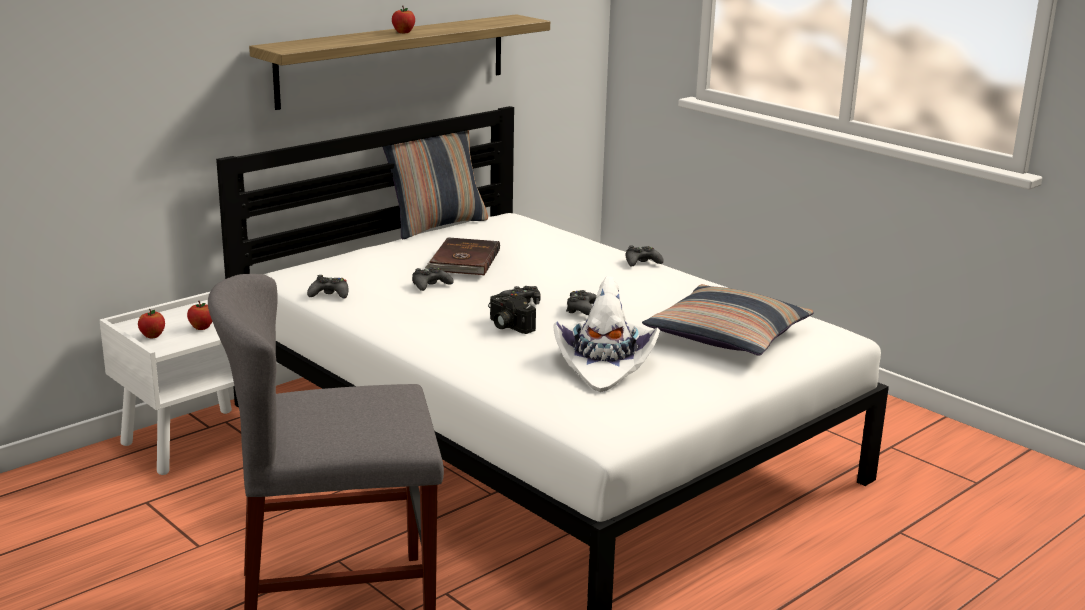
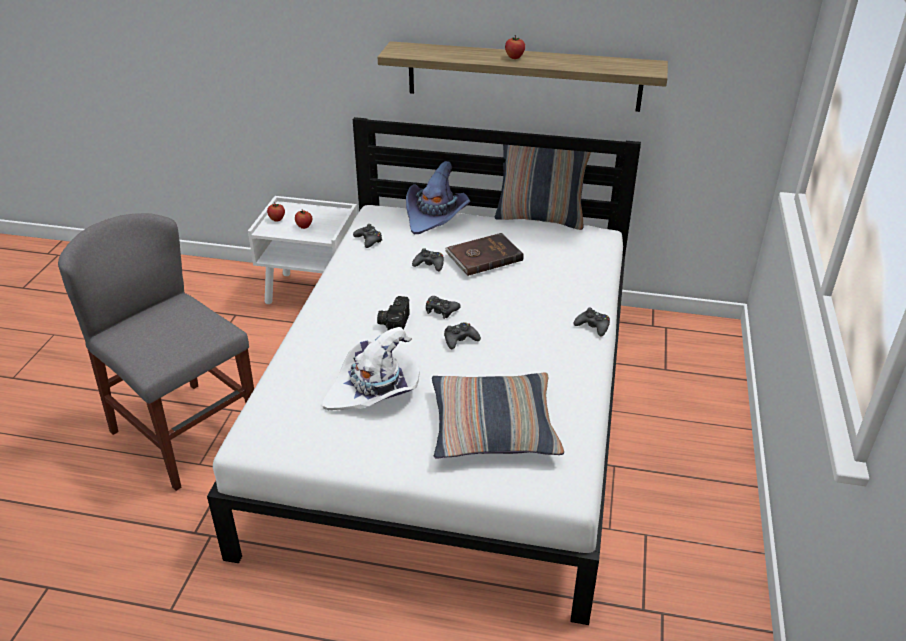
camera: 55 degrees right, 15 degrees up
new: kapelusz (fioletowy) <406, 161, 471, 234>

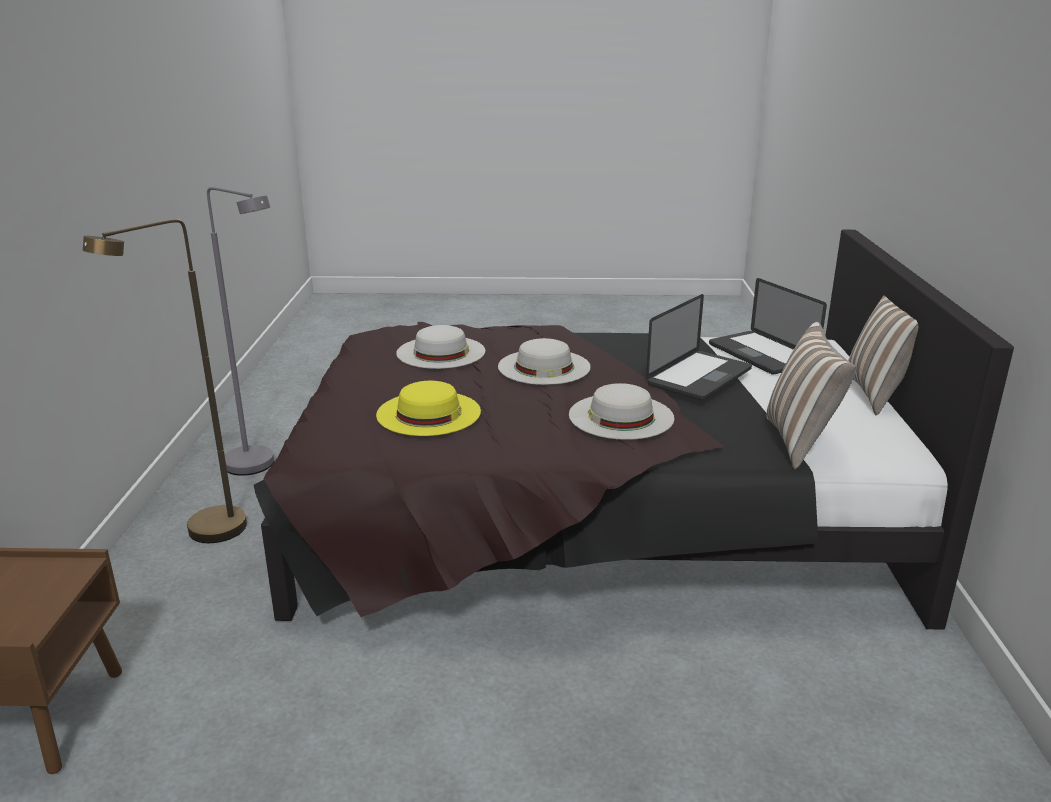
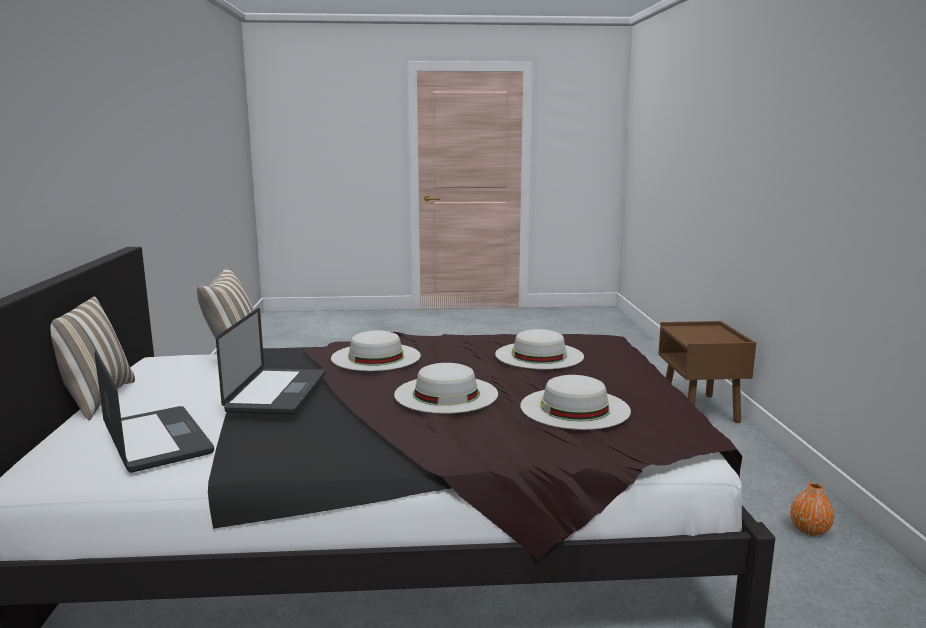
camera: 175 degrees right, 10 degrees down
gone: lampa stojąca (brązowy) <83, 219, 247, 543>; lampa stojąca (szary) <207, 187, 274, 476>
new: wazon (pomarańczowy) <790, 483, 834, 536>
repainted: kapelusz (żółty) <376, 381, 481, 436> to kapelusz (biały) <495, 329, 584, 369>
rotated: laptop <646, 294, 752, 401> = <216, 308, 325, 414> 150 degrees clockwise

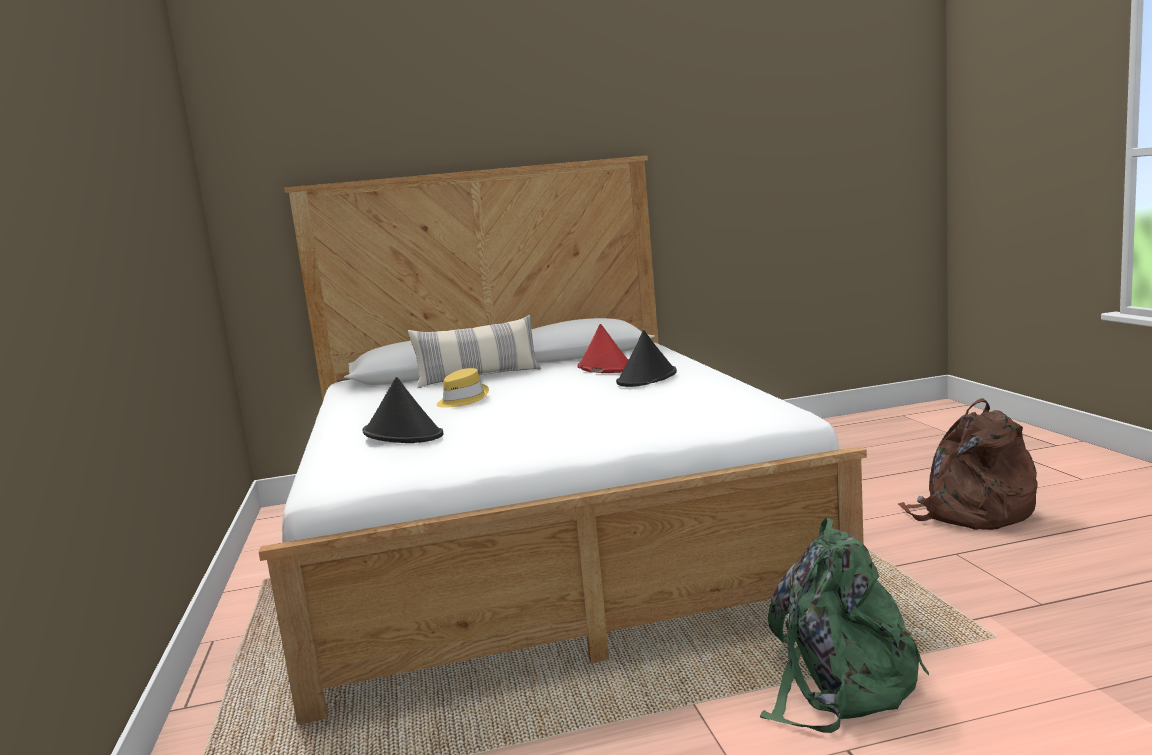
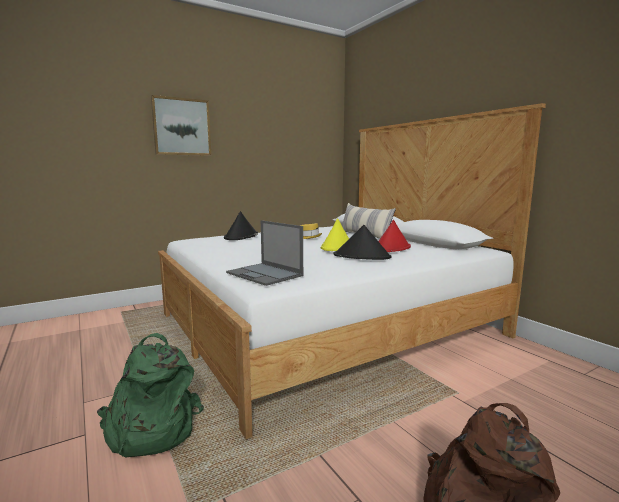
camera: 70 degrees right, 0 degrees up
new: obraz <151, 95, 211, 156>; laptop <226, 220, 303, 286>; kapelusz (żółty) <321, 218, 349, 251>

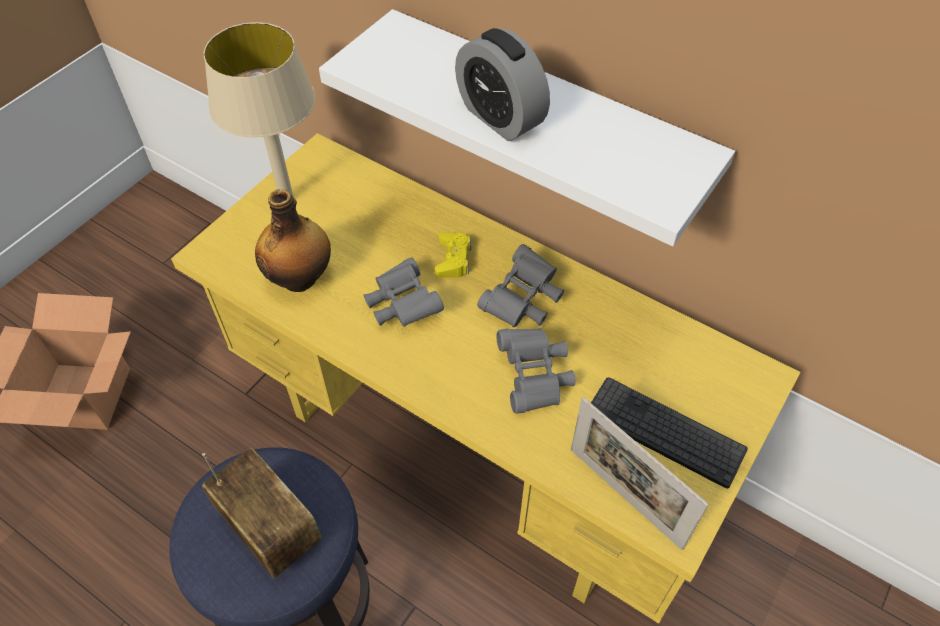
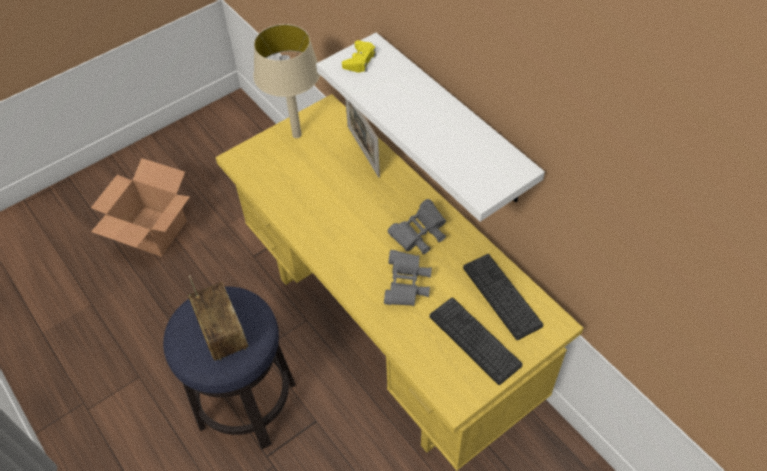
camera: 20 degrees right, 0 degrees up
gone: butelka <255, 189, 331, 292>; lornetka (szary) <363, 257, 444, 327>; budzik <455, 28, 550, 141>
new: klawiatura <463, 254, 543, 340>
shifted: pad do gier (żółty) <435, 232, 471, 278> to <342, 40, 376, 72>; ramka na zdjęcie <571, 397, 709, 550> to <345, 98, 380, 178>

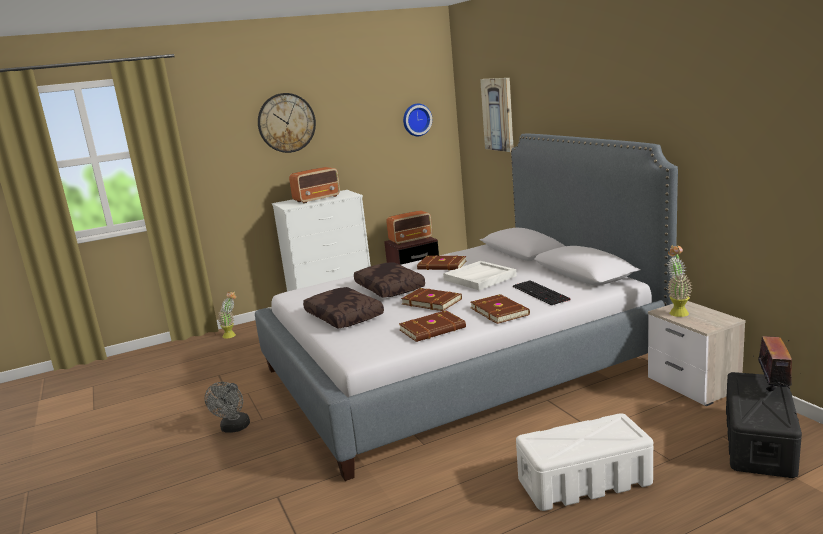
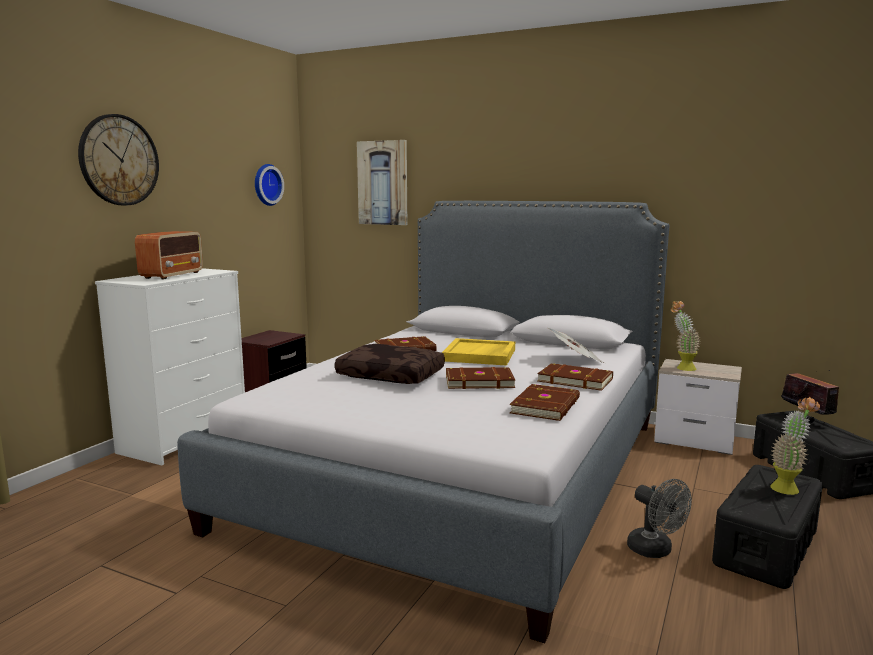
camera: 40 degrees left, 5 degrees down
gone: poduszka (brązowy) <303, 287, 384, 329>; radio <387, 211, 432, 245>
shifted: wentylator (szary) <205, 382, 250, 433> to <627, 479, 692, 558>; roślina doniczkowa <217, 292, 237, 339> to <770, 397, 820, 495>
swapped: klawiatura <513, 280, 571, 305> to gazeta <546, 327, 604, 363>
repainted: taca (biały) <443, 261, 517, 290> to taca (żółty) <442, 338, 515, 366>; pojemnik do przechowywania (biały) <516, 413, 653, 511> to pojemnik do przechowywania (czarny) <712, 465, 823, 589>

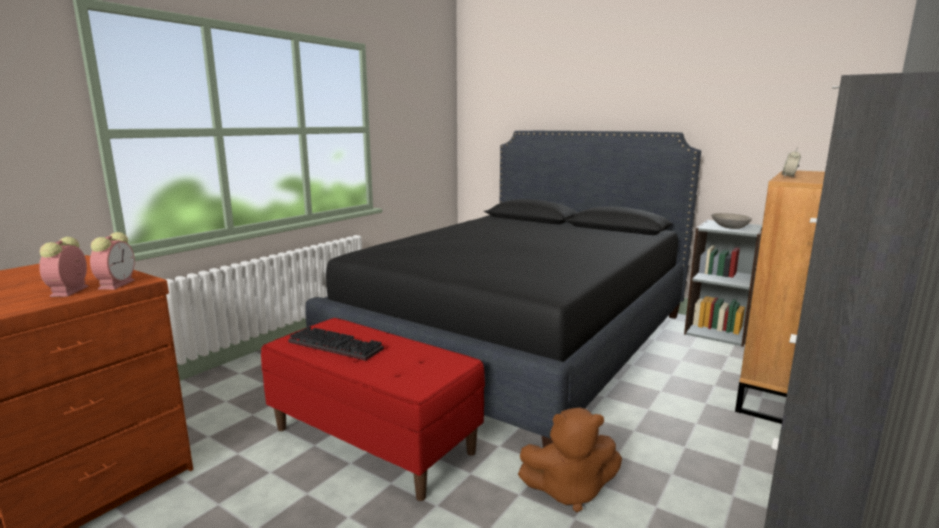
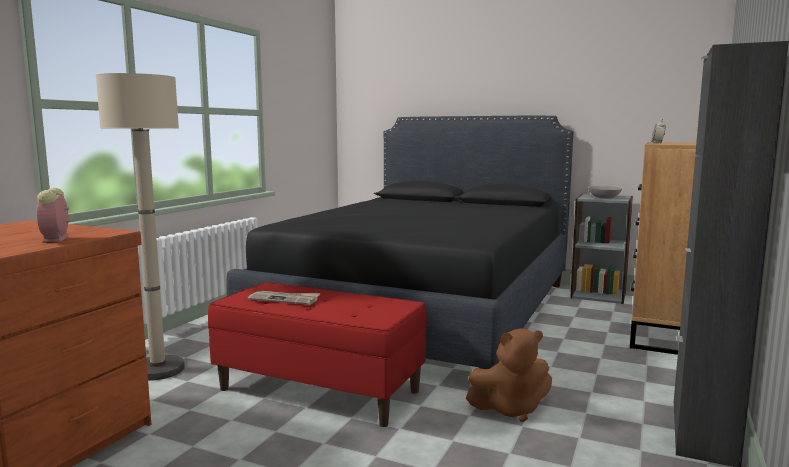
camera: 10 degrees left, 5 degrees down
gone: budzik <90, 232, 135, 290>
new: lampa stojąca (beżowy) <96, 73, 185, 381>
swapped: klawiatura <288, 326, 384, 361> to gazeta <248, 291, 320, 305>

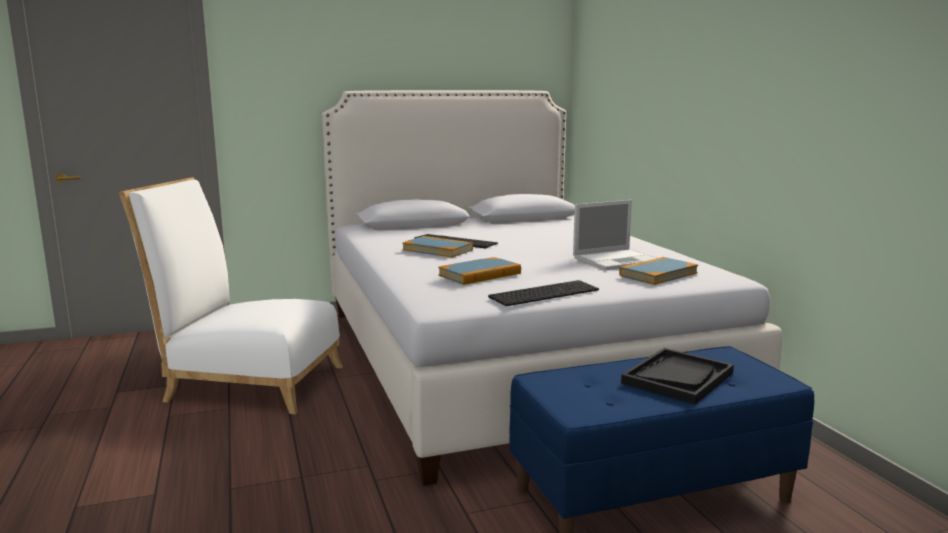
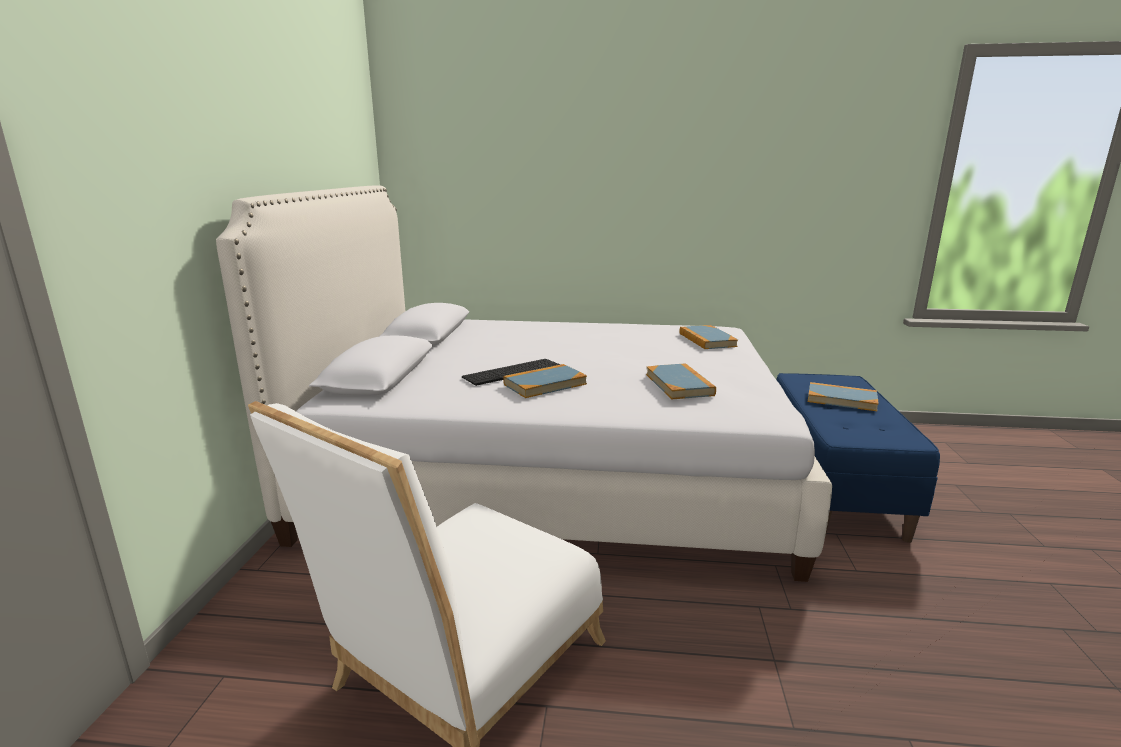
camera: 65 degrees left, 5 degrees up
gone: klawiatura <488, 280, 599, 306>; laptop <573, 200, 656, 270>
swapped: taca (czarny) <621, 348, 734, 405> to książka <808, 382, 879, 411>

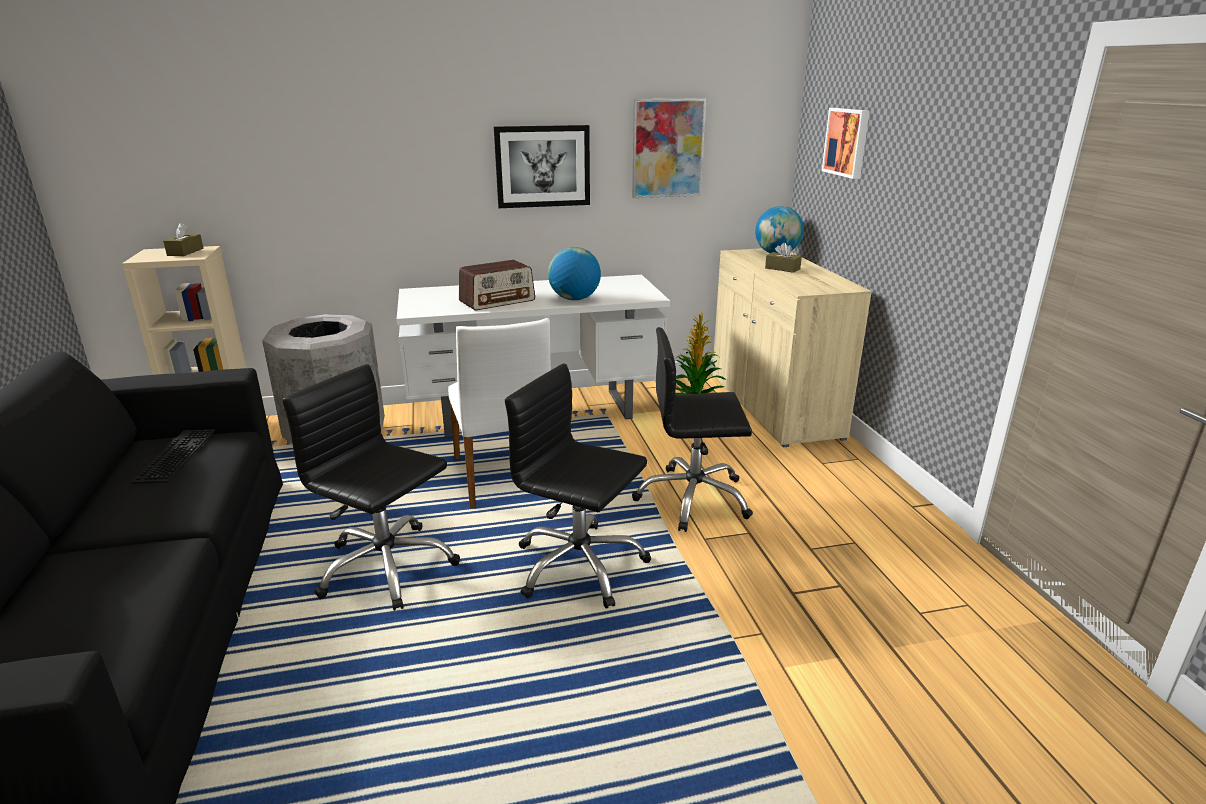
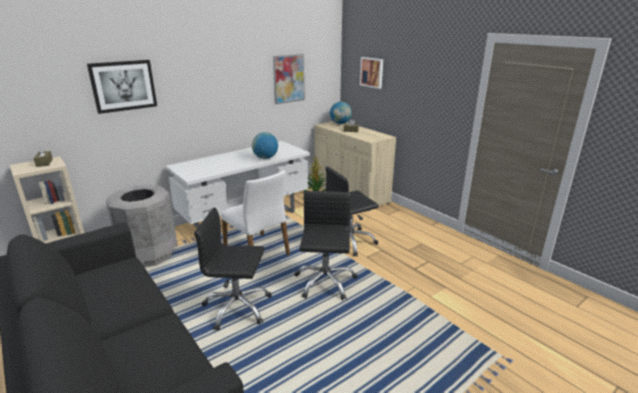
camera: 25 degrees left, 0 degrees up
gone: klawiatura <131, 429, 215, 484>; radio <459, 260, 535, 310>
shifted: obraz <494, 125, 590, 208> to <87, 60, 157, 114>
rotated: krzesło biurowe (czarny) <505, 363, 651, 609> = <294, 191, 358, 300> 90 degrees clockwise

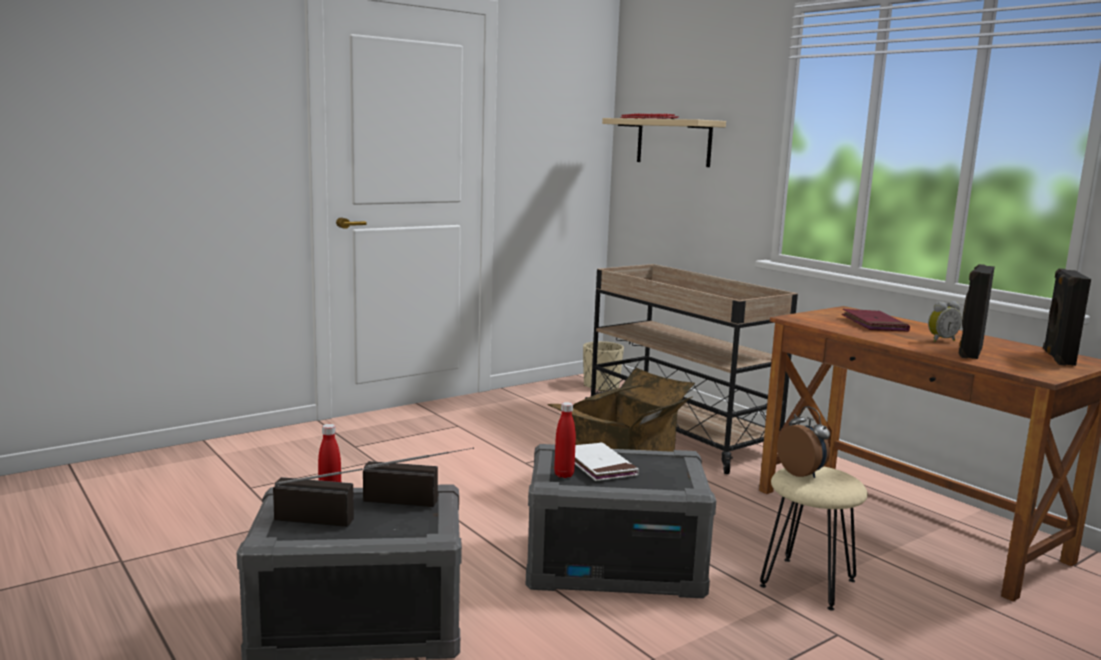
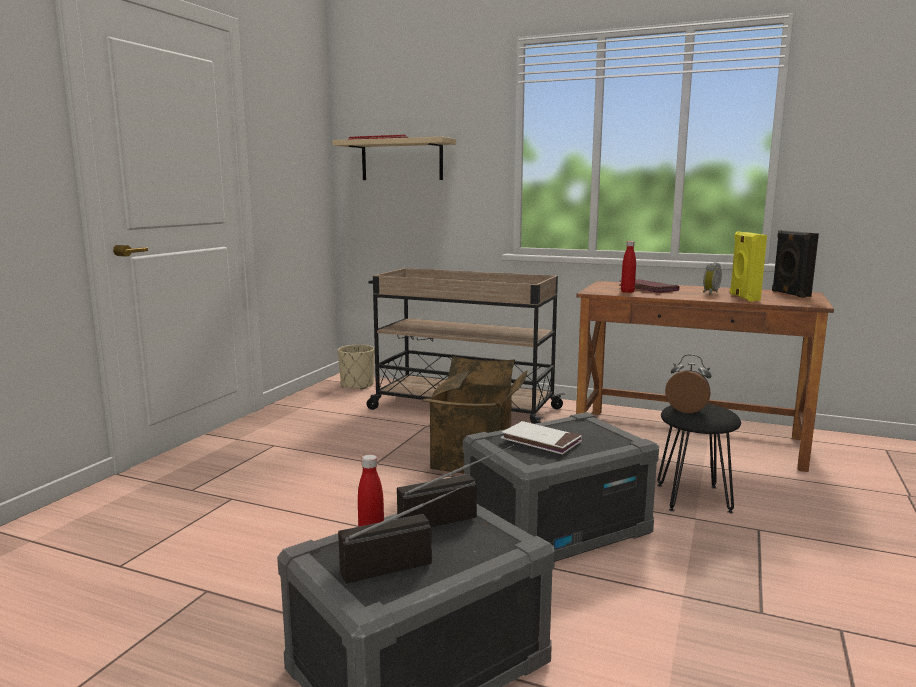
camera: 30 degrees left, 0 degrees up
shifted: butelka (czerwony) <554, 402, 576, 478> to <621, 241, 636, 293>
repainted: stołek (beżowy) <760, 467, 868, 611> to stołek (czarny) <657, 404, 741, 513>; głośnik (czarny) <958, 264, 995, 359> to głośnik (żółty) <730, 232, 767, 301>

